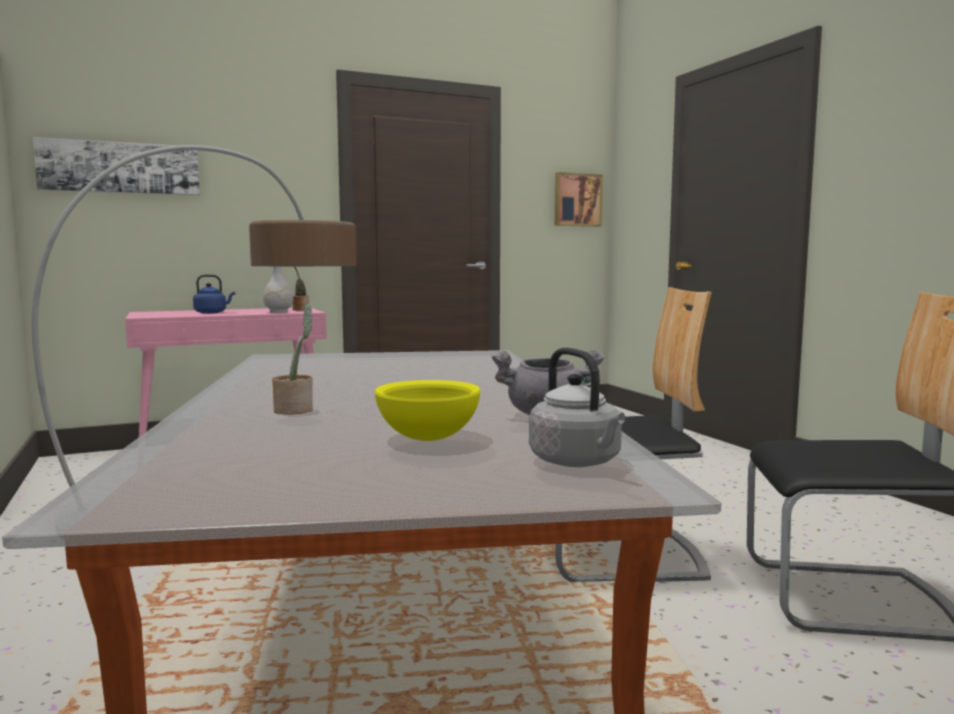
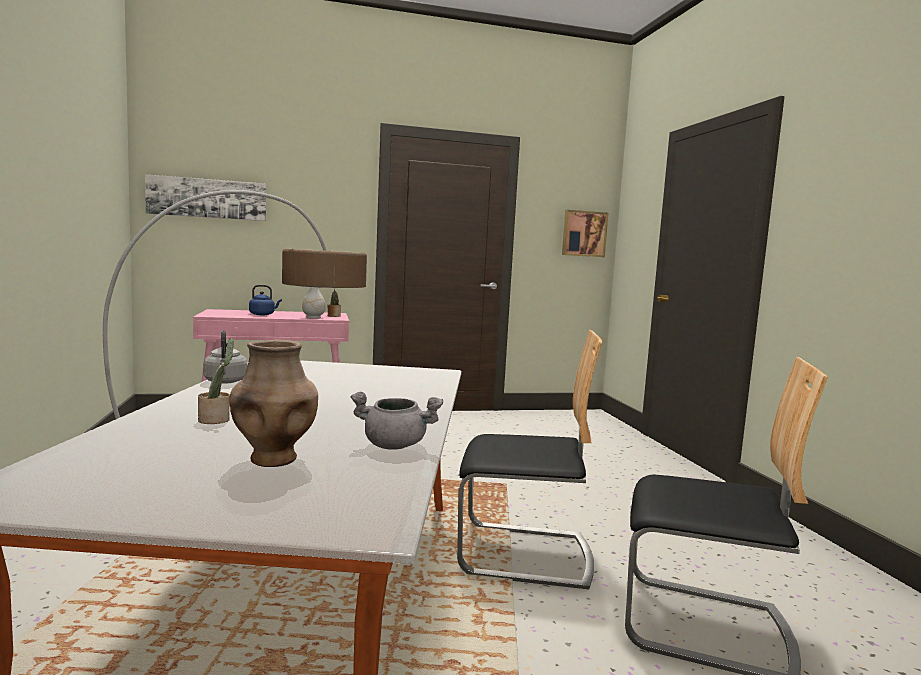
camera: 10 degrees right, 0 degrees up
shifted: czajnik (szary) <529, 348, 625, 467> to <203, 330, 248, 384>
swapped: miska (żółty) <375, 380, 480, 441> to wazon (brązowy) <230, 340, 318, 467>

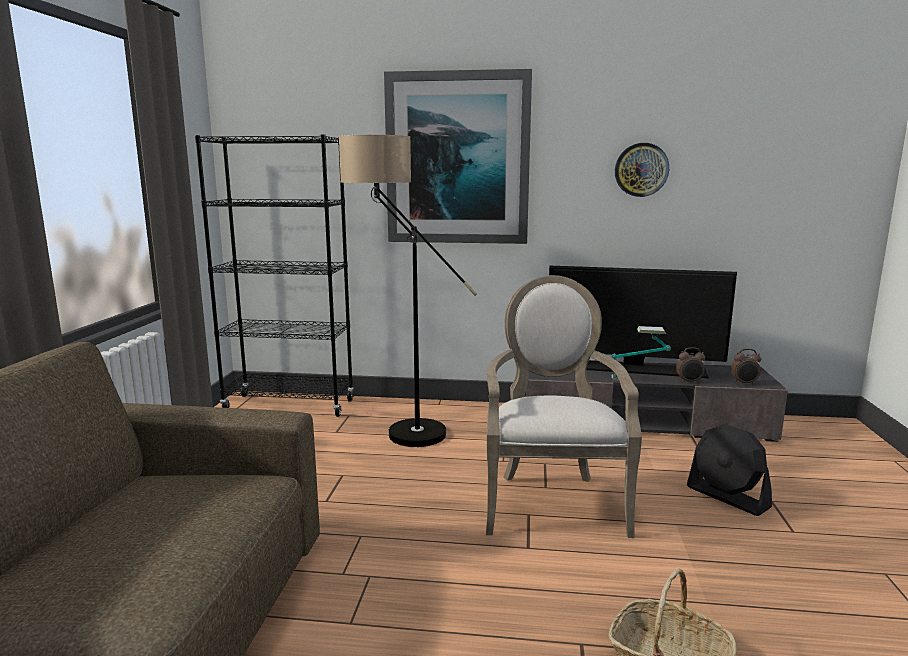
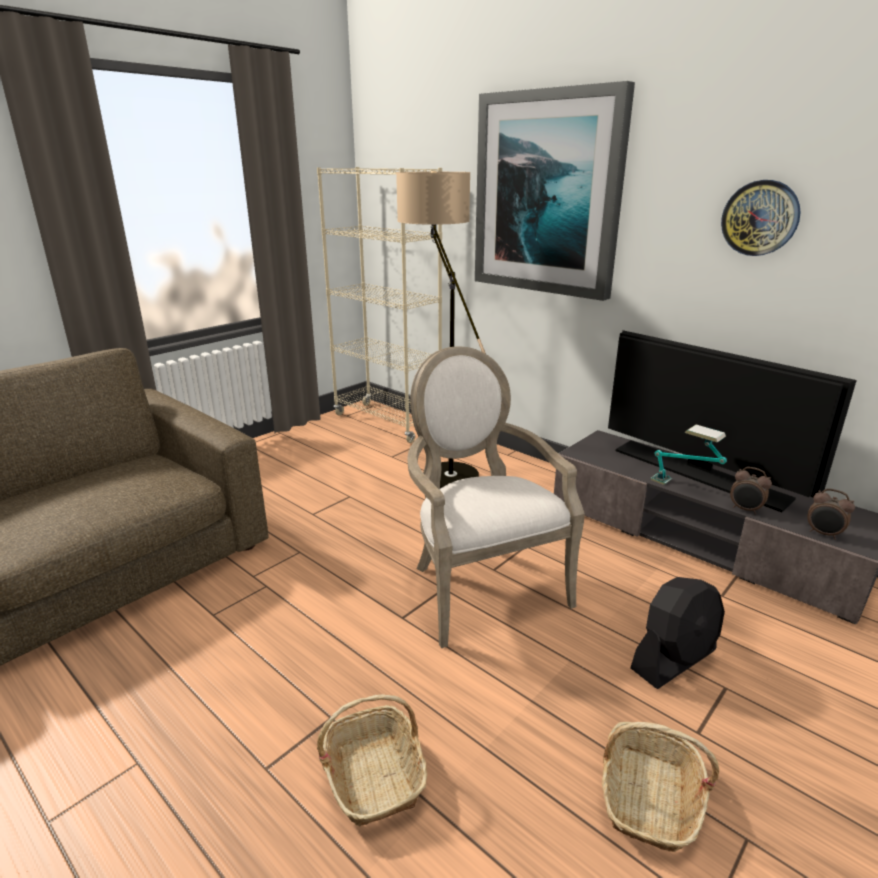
camera: 35 degrees right, 10 degrees up
new: koszyk <602, 722, 719, 852>
repainted: regał (czarny) <195, 134, 354, 417> to regał (beżowy) <317, 167, 442, 443>
rotated: fotel <486, 275, 642, 538> = <407, 347, 585, 648> 60 degrees counterclockwise; wentylator (czarny) <687, 424, 772, 516> = <631, 577, 725, 689> 120 degrees counterclockwise

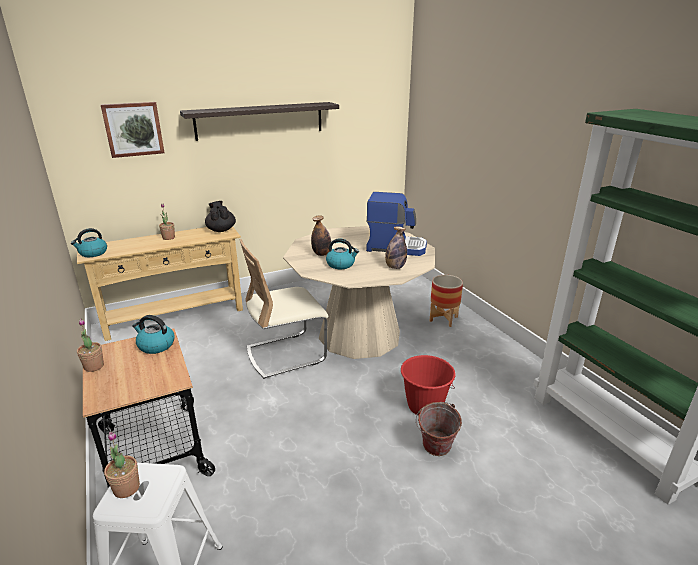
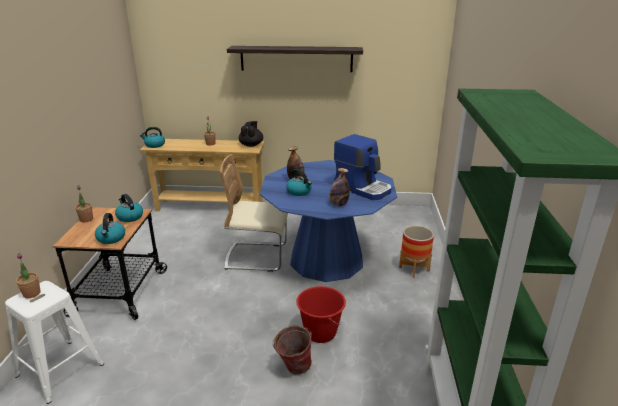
camera: 30 degrees right, 0 degrees up
gone: obraz <100, 102, 164, 158>
new: czajnik <95, 213, 125, 244>
repainted: stół jadalny (beżowy) <283, 226, 435, 359> to stół jadalny (niebieski) <259, 160, 397, 282>

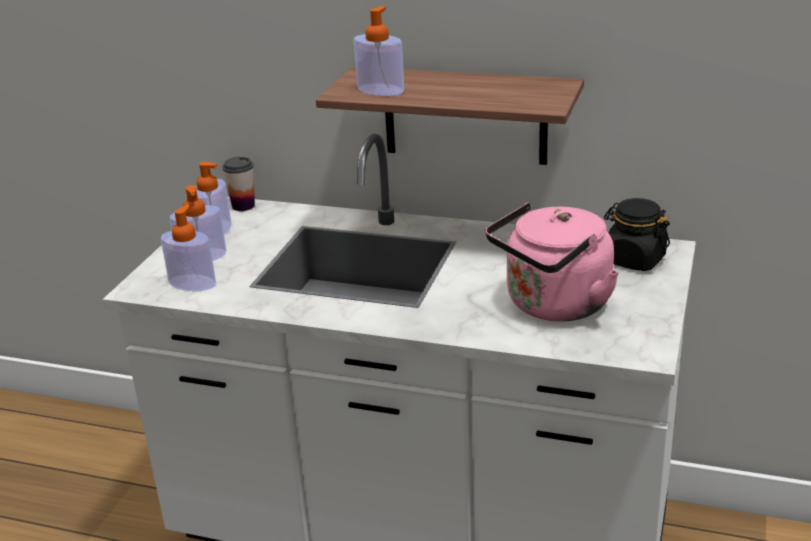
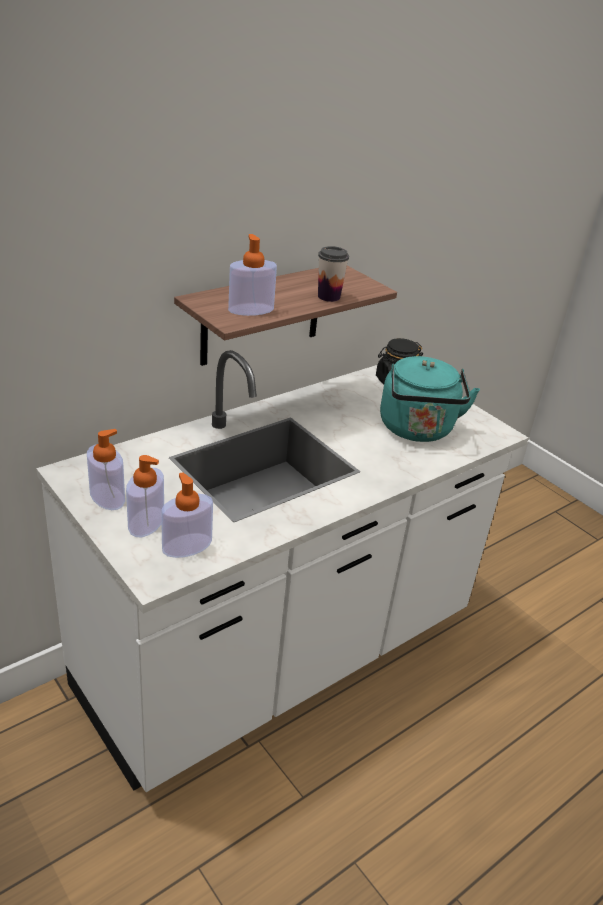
camera: 60 degrees left, 5 degrees up
shifted: filiżanka <222, 157, 255, 211> to <318, 246, 349, 302>
repainted: czajnik (różowy) <486, 202, 619, 322> to czajnik (turkusowy) <380, 356, 480, 442>

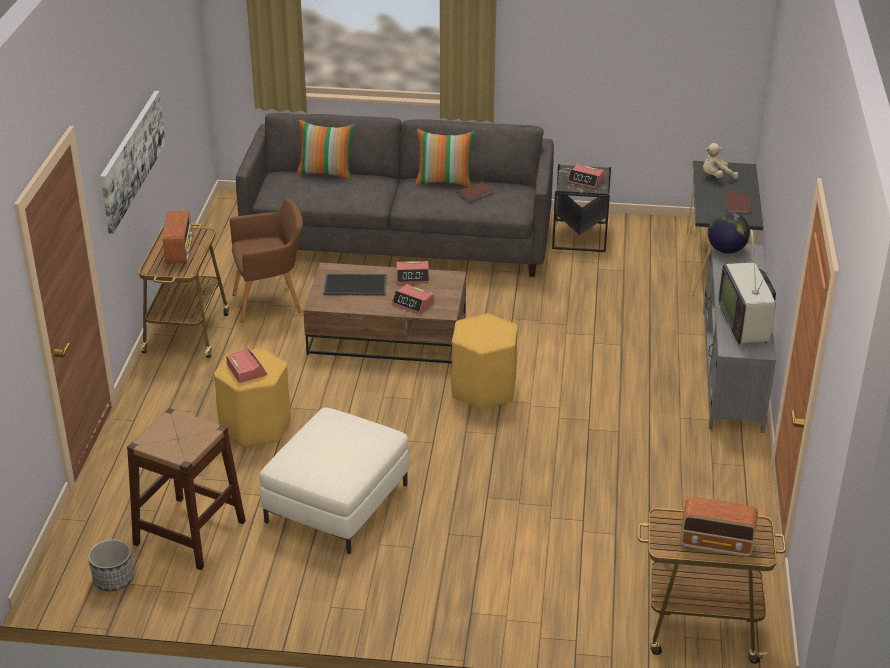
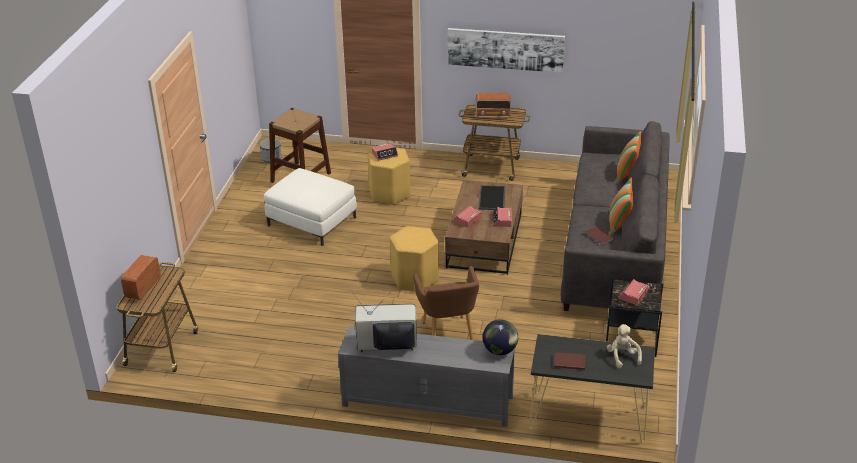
camera: 95 degrees right, 0 degrees up
shifted: fotel (brązowy) <230, 198, 303, 322> to <413, 266, 479, 340>

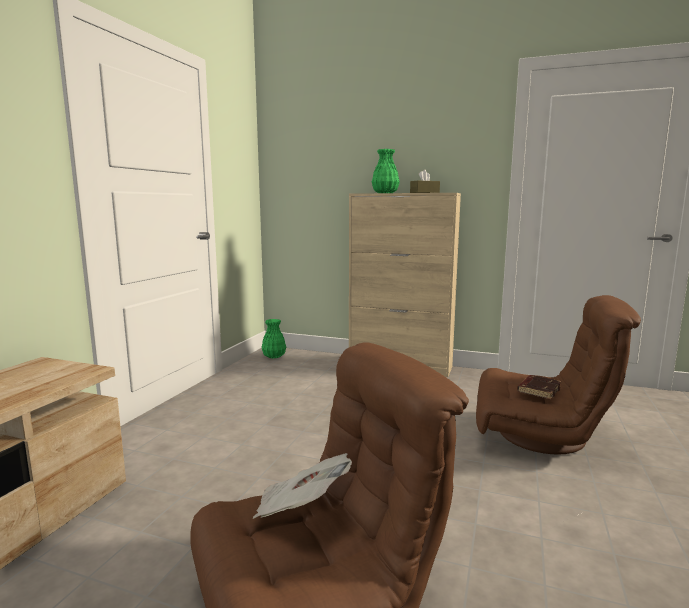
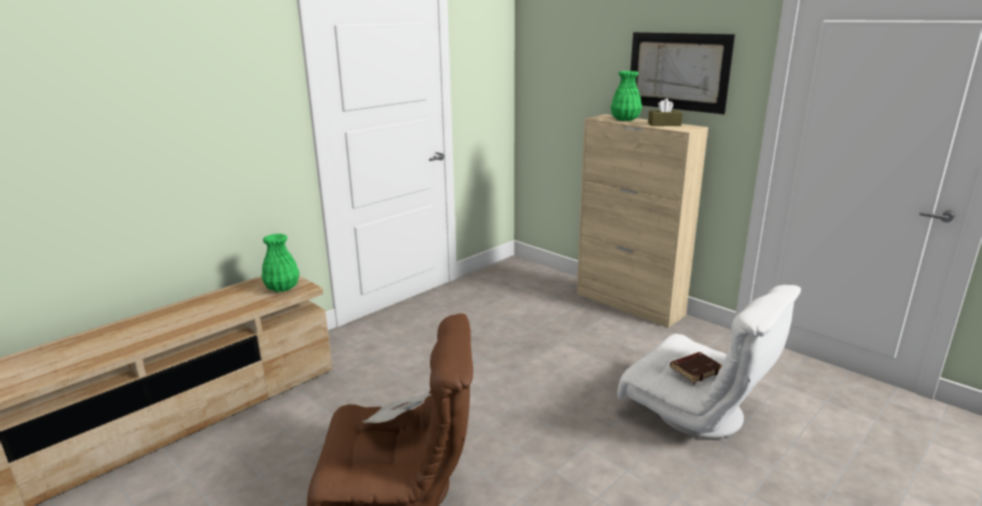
camera: 25 degrees right, 10 degrees up
new: obraz <631, 32, 735, 114>
shifted: wazon (zielony) <262, 319, 286, 358> to <261, 234, 300, 292>
repainted: fotel (brązowy) <476, 295, 641, 455> to fotel (biały) <617, 285, 801, 439>

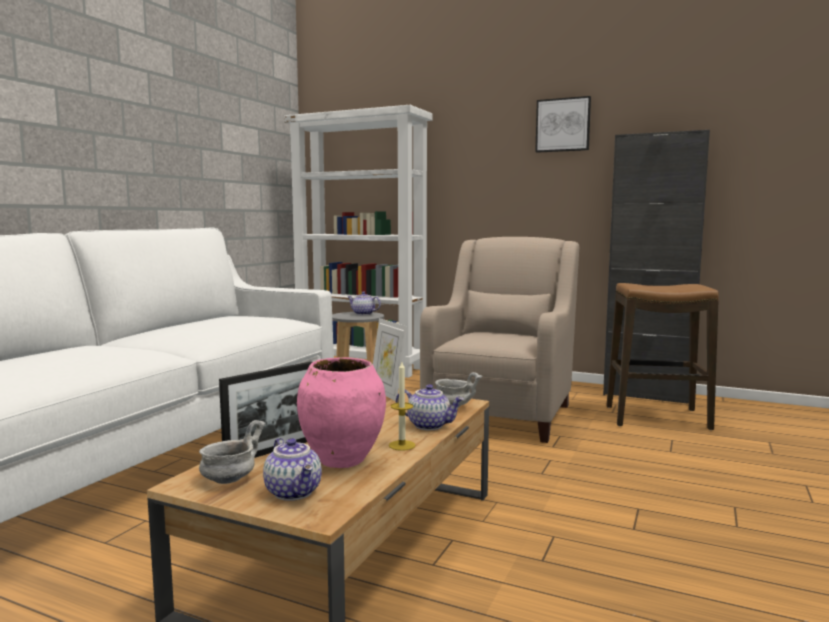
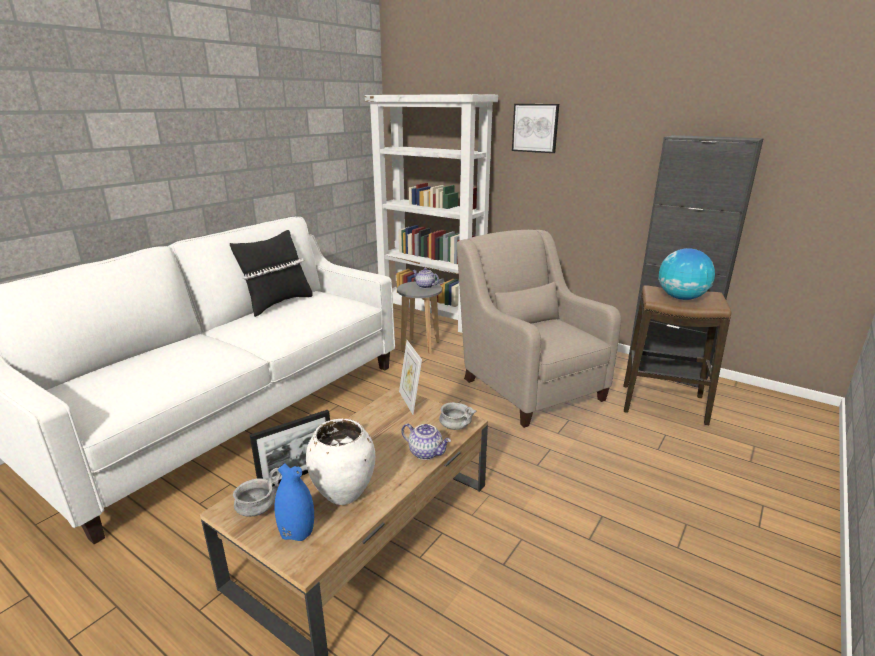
camera: 10 degrees right, 15 degrees up
gone: świeca <389, 362, 416, 451>
new: poduszka (czarny) <230, 230, 313, 317>; globus <658, 248, 715, 300>
shifted: obraz <535, 96, 591, 153> to <512, 104, 559, 153>
swapped: imbryk <263, 438, 322, 501> to wazon (niebieski) <275, 463, 314, 541>
repainted: wazon (różowy) <297, 357, 386, 468> to wazon (biały) <306, 419, 375, 505>
rotated: fotel (beżowy) <420, 237, 579, 443> = <457, 230, 621, 428> 60 degrees counterclockwise

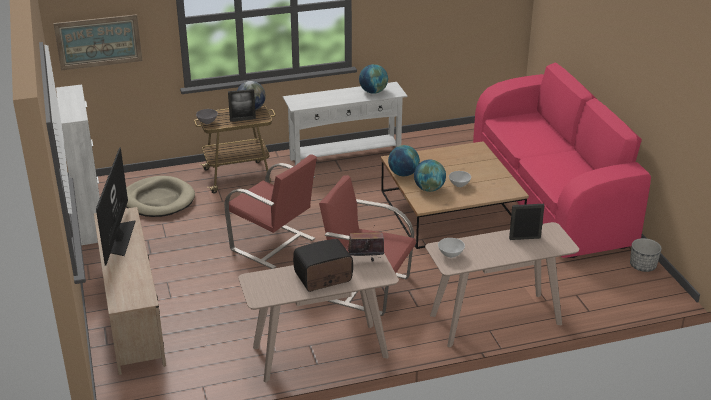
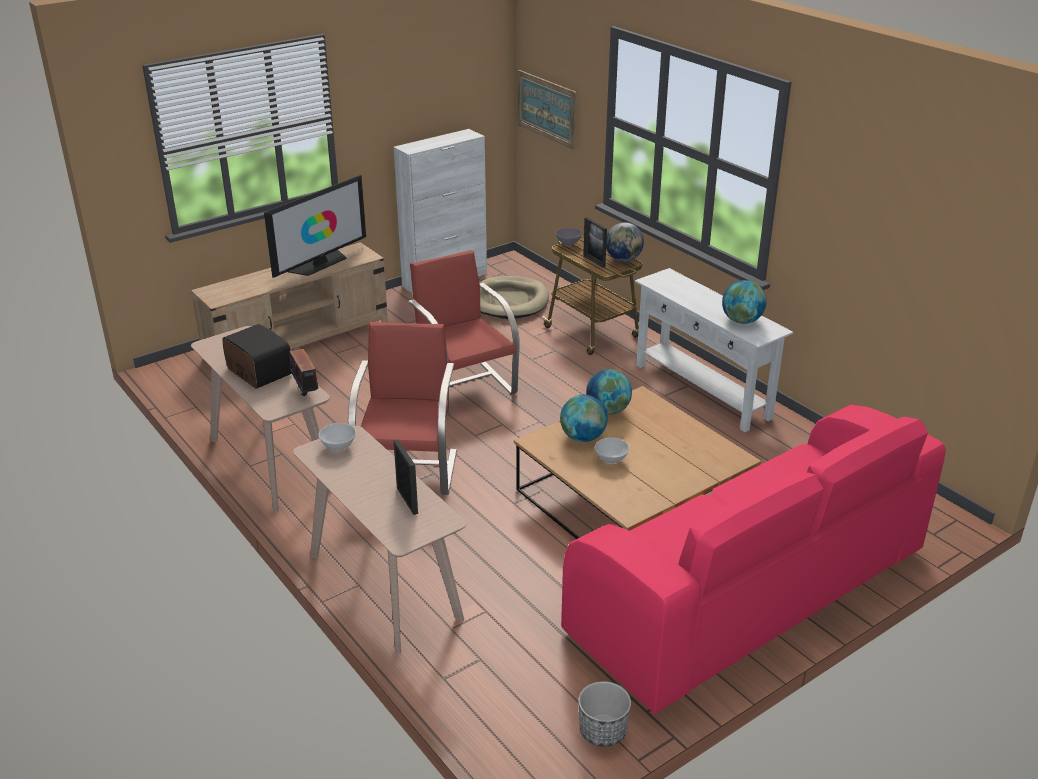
camera: 70 degrees right, 0 degrees up
rotated: telewizor <96, 147, 136, 266> = <264, 175, 366, 278> 150 degrees clockwise; fotel (czerwony) <224, 154, 317, 269> = <408, 250, 519, 413> 135 degrees clockwise

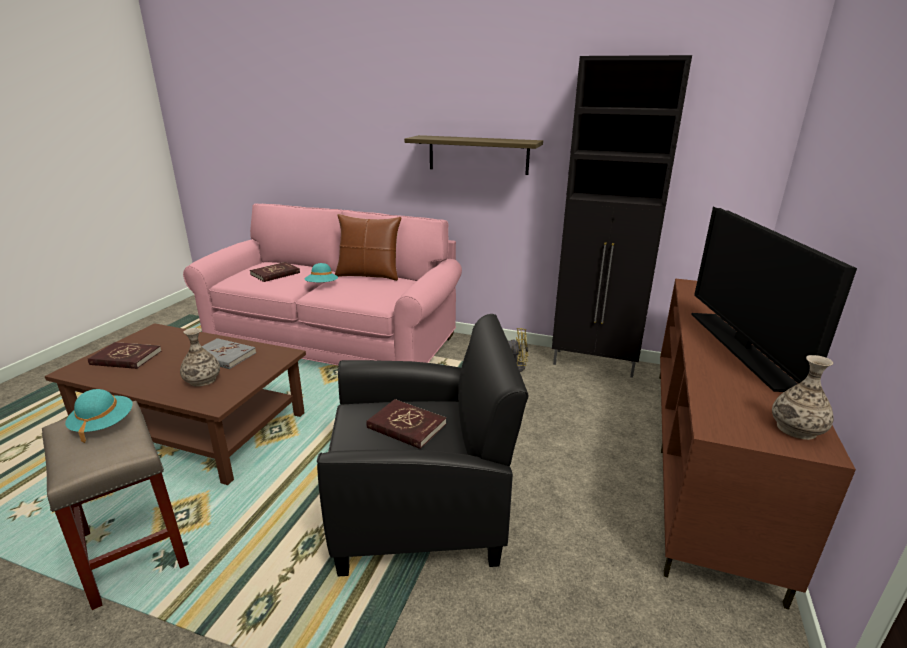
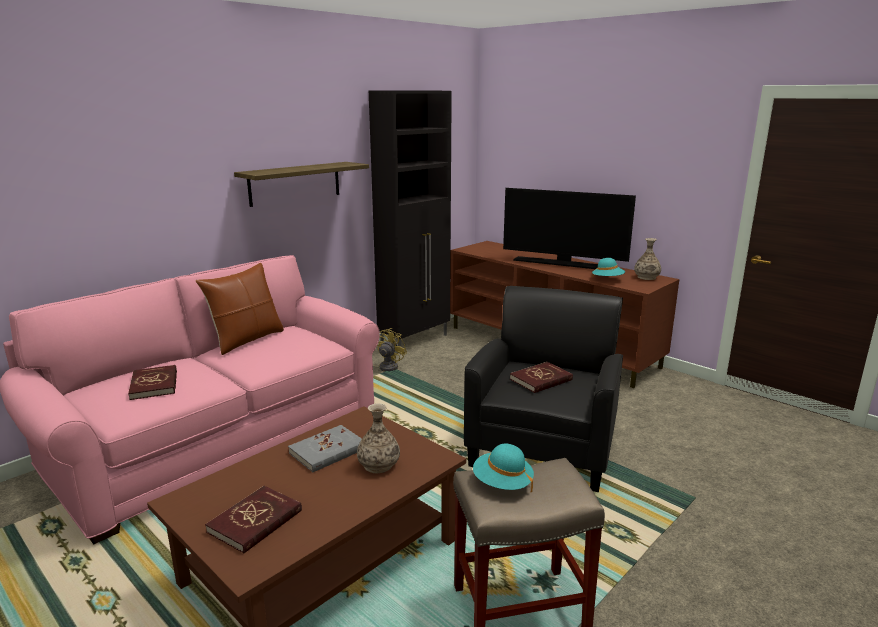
camera: 65 degrees left, 5 degrees down
shifted: kapelusz (turkusowy) <305, 263, 338, 282> to <592, 258, 625, 277>

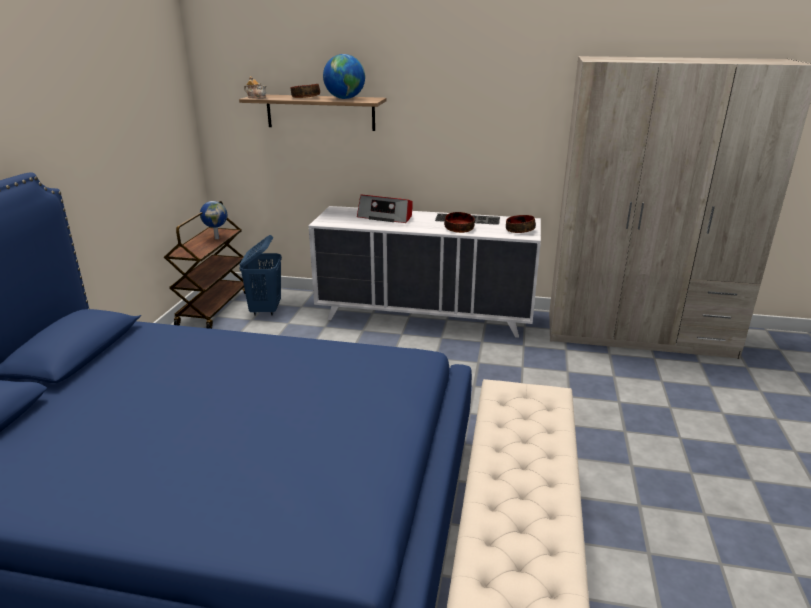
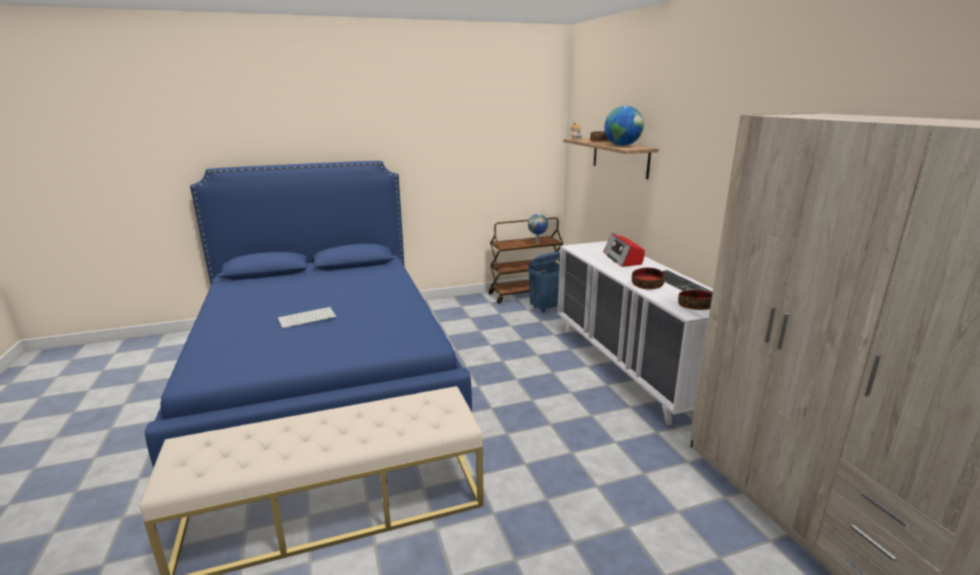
camera: 60 degrees right, 5 degrees down
new: klawiatura <277, 307, 336, 328>

